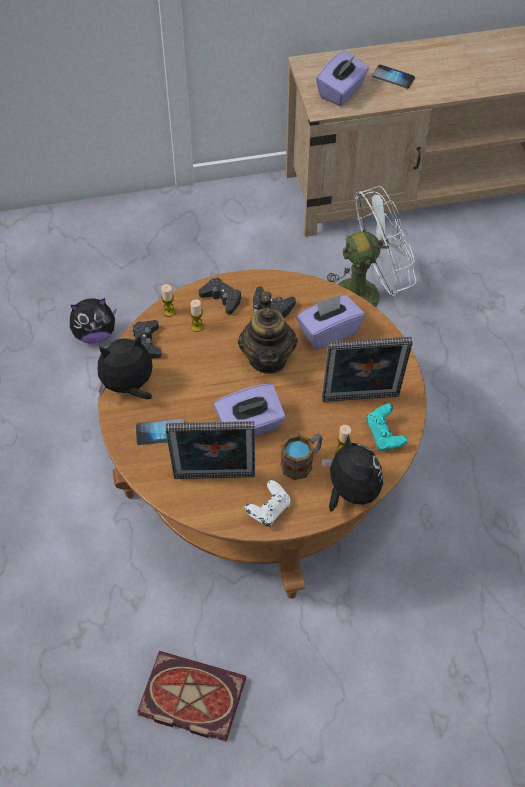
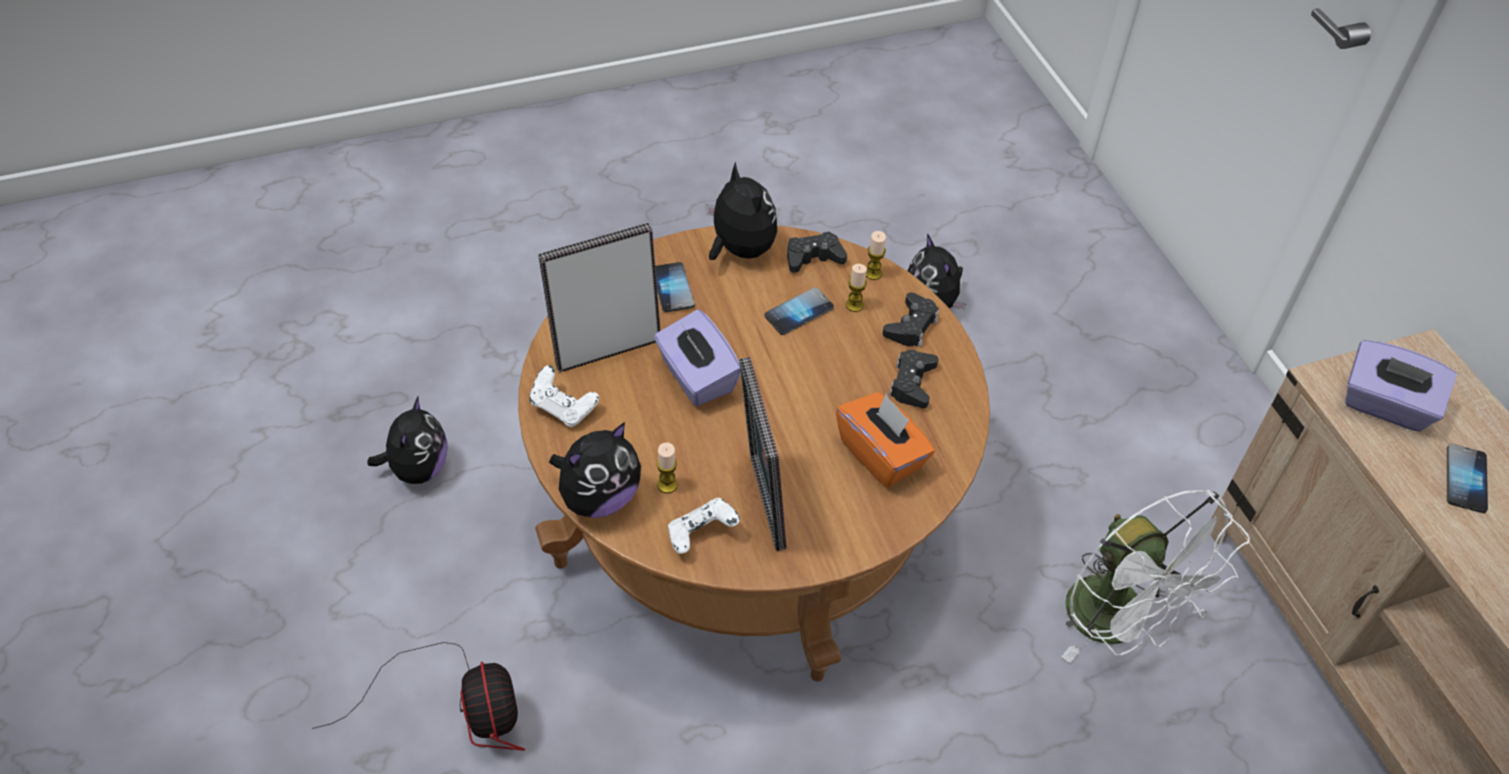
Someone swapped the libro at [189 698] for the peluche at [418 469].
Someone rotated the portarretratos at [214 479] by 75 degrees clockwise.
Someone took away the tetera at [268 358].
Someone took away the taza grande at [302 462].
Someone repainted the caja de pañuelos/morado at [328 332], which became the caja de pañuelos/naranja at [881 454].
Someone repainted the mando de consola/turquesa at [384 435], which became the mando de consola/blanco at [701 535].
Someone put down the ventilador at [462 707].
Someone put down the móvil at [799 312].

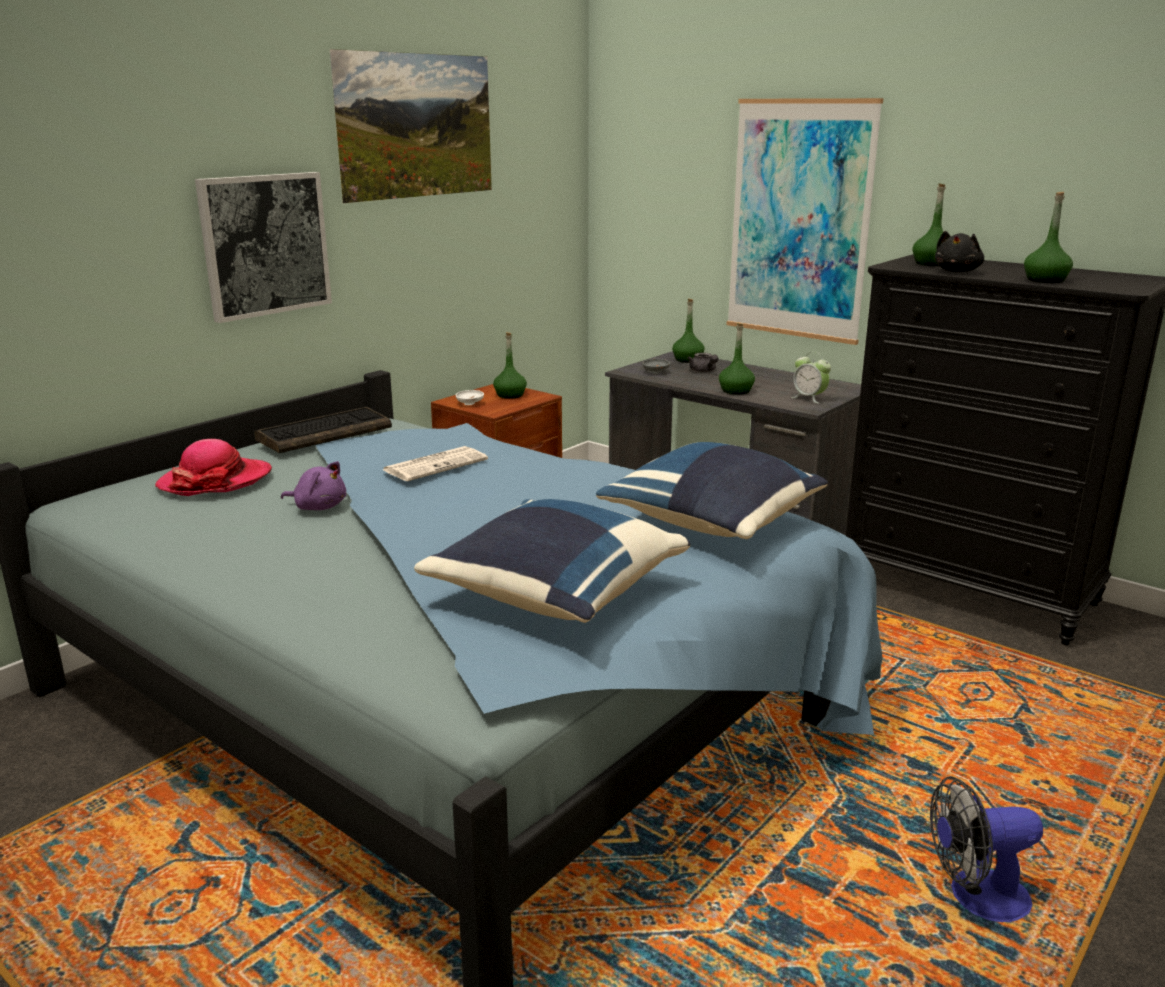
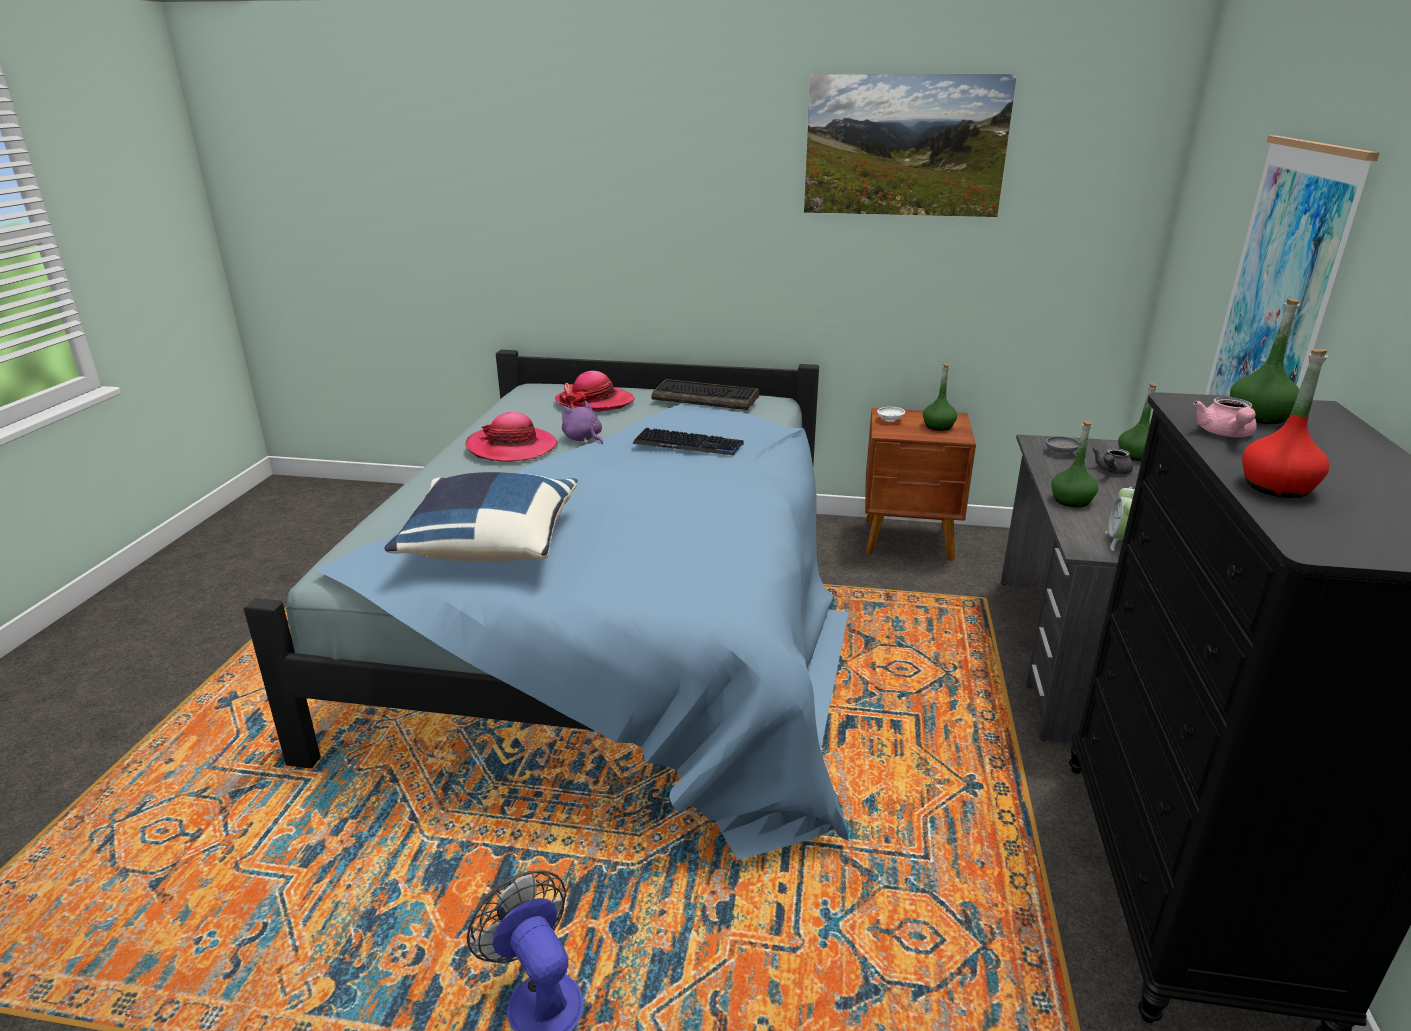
Someone took away the cuadro at [265 245].
Someone rotated the peluche/morado at [318 507] by 150 degrees clockwise.
Someone swapped the periódico at [436 465] for the teclado at [688 444].
Someone took away the cojín/azul at [713 523].
Someone swapped the peluche/negro at [957 271] for the tetera/rosa at [1225 434].
Someone repainted the botella/verde at [1045 280], which became the botella/rojo at [1276 487].
Someone put down the sombrero at [512 447].

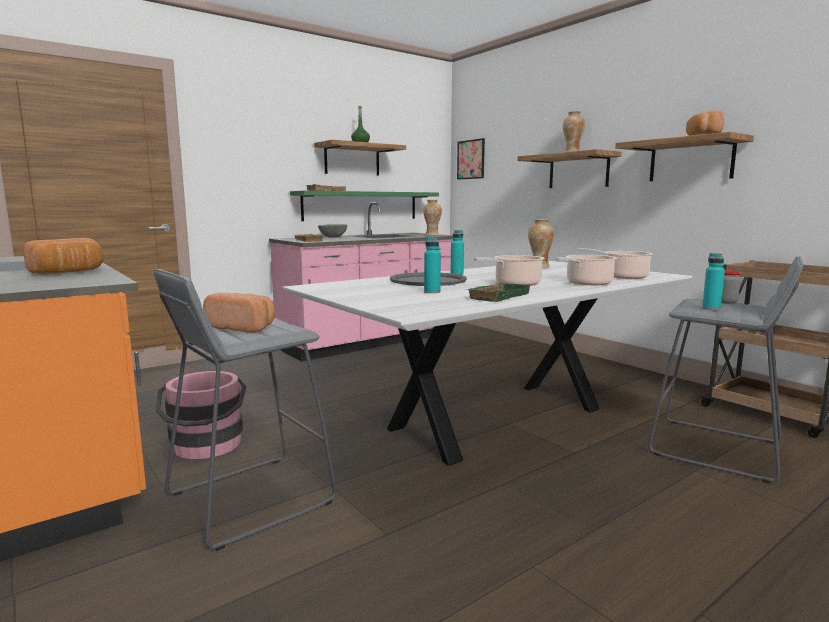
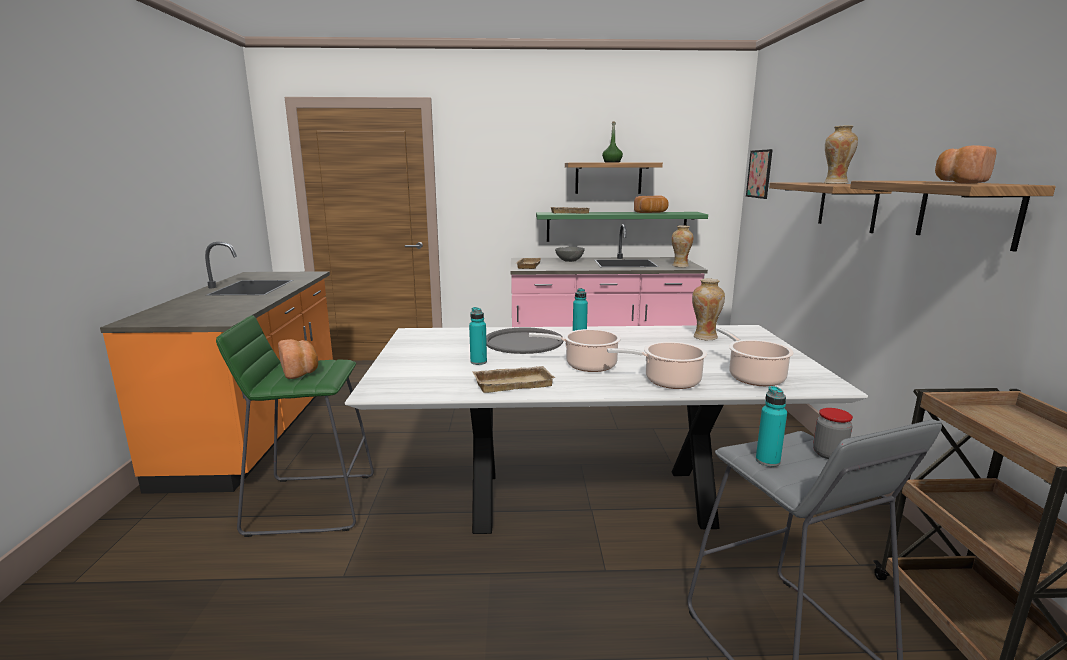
Someone carried the pan from [69 272] to [652 213].
Someone repainted the taburete/gris at [249 498], which became the taburete/verde at [311 503].
Someone took away the cubo/rosa at [206 447].
Someone repainted the bandeja/verde at [497 296], which became the bandeja/beis at [513 383].

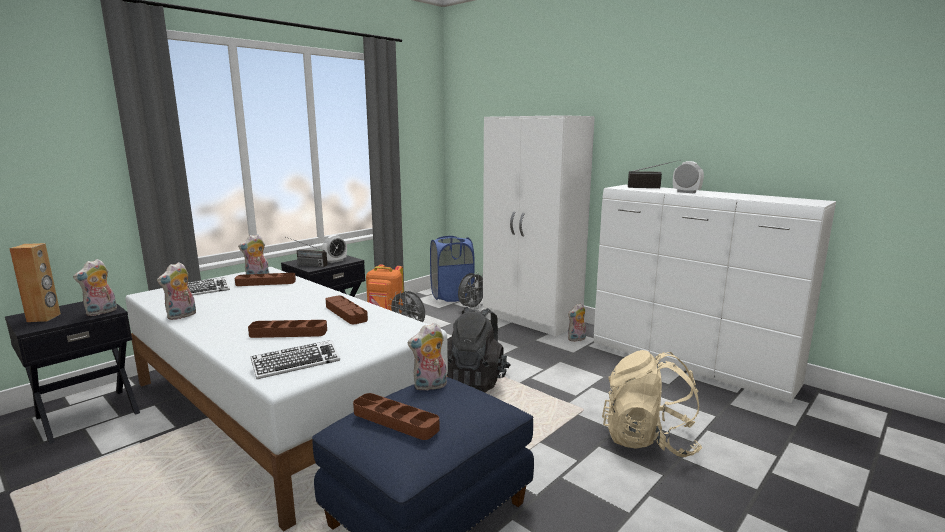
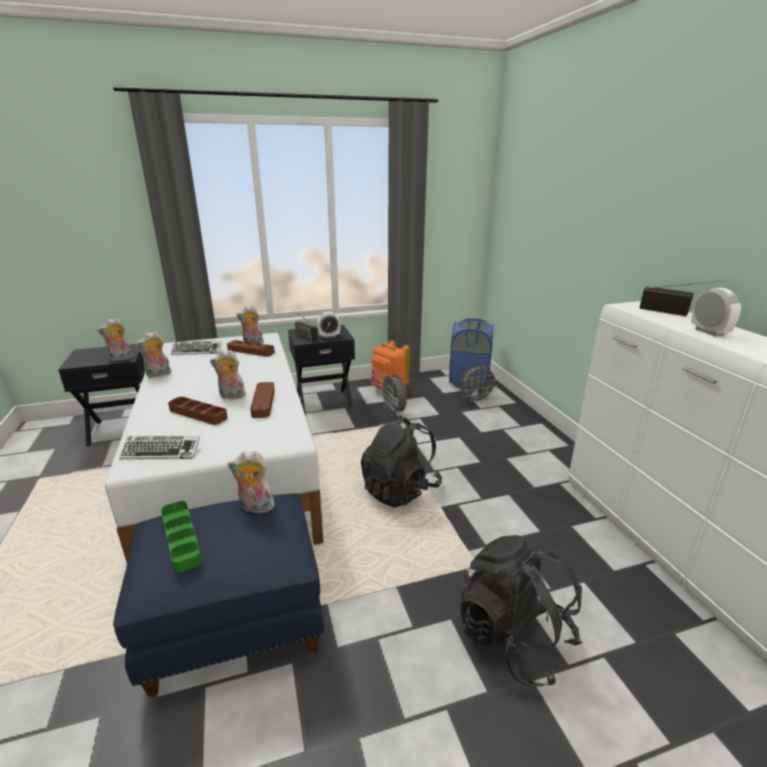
Someone took away the altavoz/marrón at [44 318].
Someone repainted the bandeja/marrón at [395 420], which became the bandeja/verde at [181 538].
Someone took away the armario ropero/blanco at [532 319].
Someone carried the peluche from [577 339] to [231 396].
Someone repainted the mochila/beis at [648 440], which became the mochila/negro at [513 637].

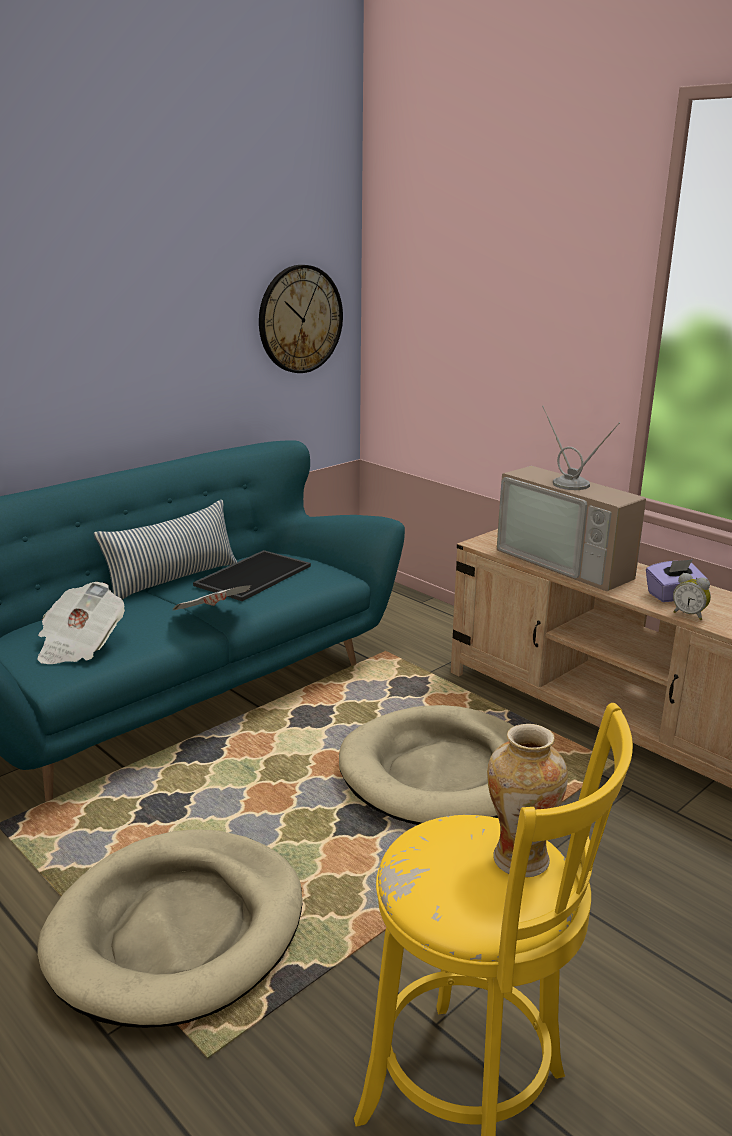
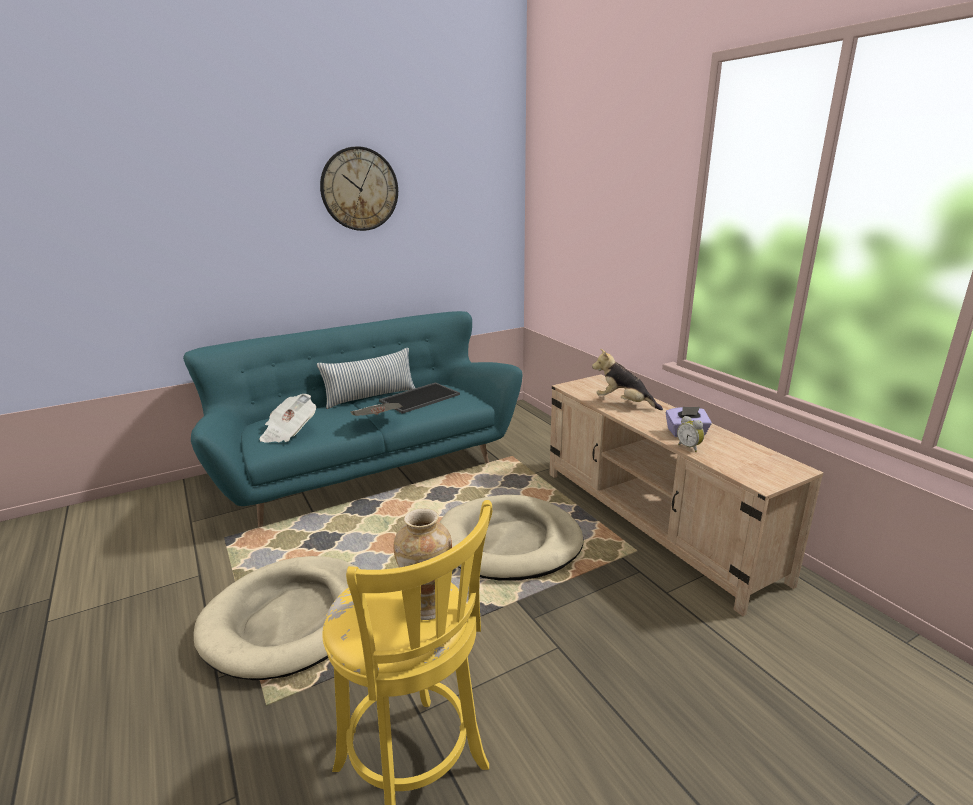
Someone carried the reloj de pared from [300 319] to [359 189].
Someone swapped the televisor at [570 562] for the peluche at [624 403].

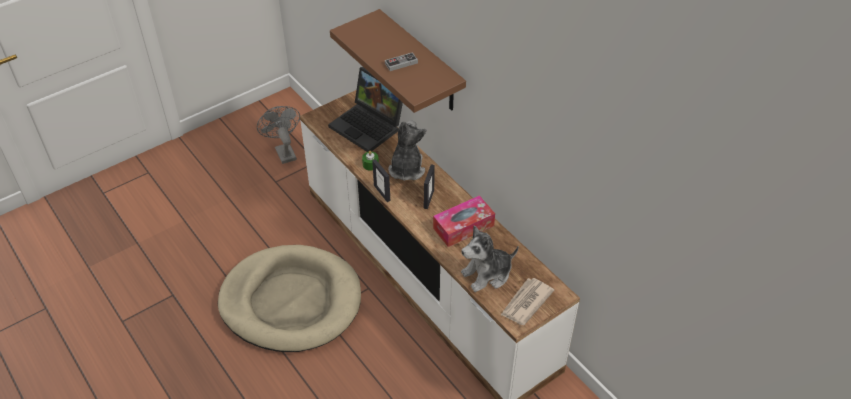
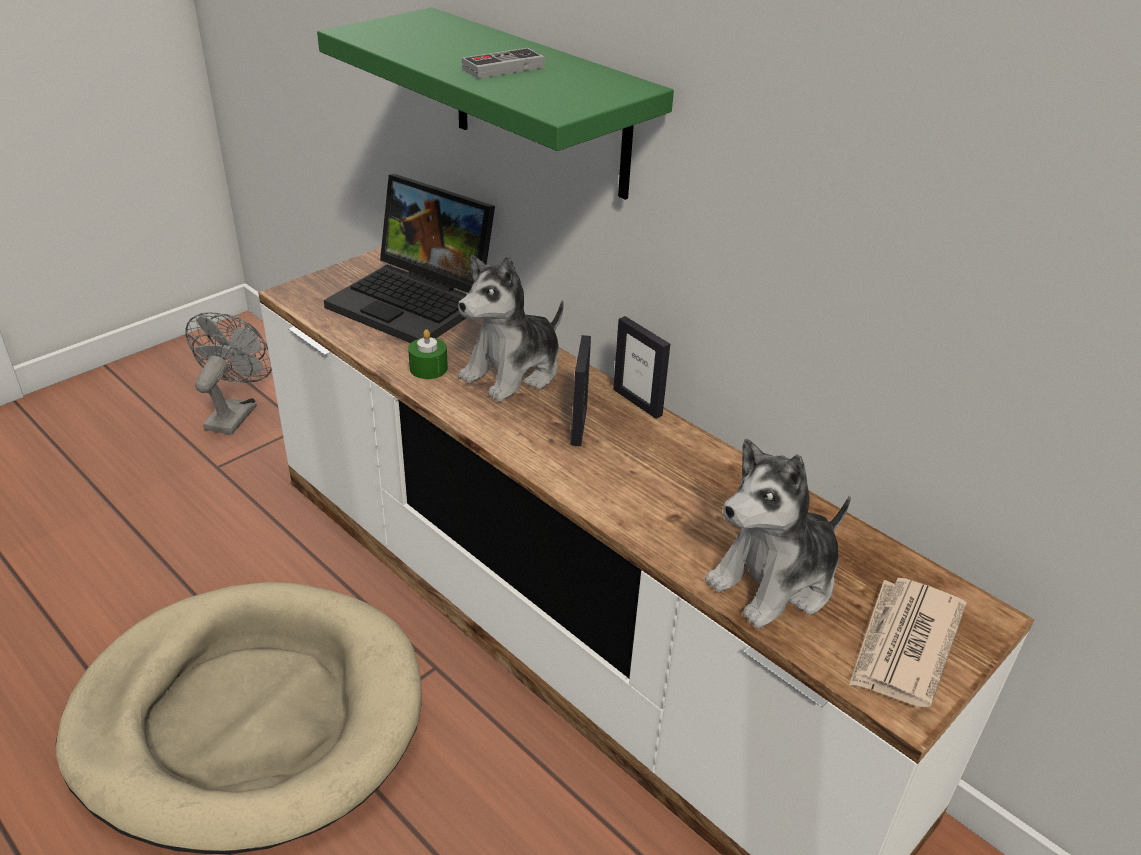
Someone rotated the ventilador/gris at [283 151] by 45 degrees clockwise.
Someone repainted the estante/marrón at [421 63], which became the estante/verde at [540 104].
Someone carried the portarretratos from [382 193] to [637 402].
Someone rotated the peluche at [406 169] by 135 degrees counterclockwise.
Someone took away the caja de pañuelos at [463 227].

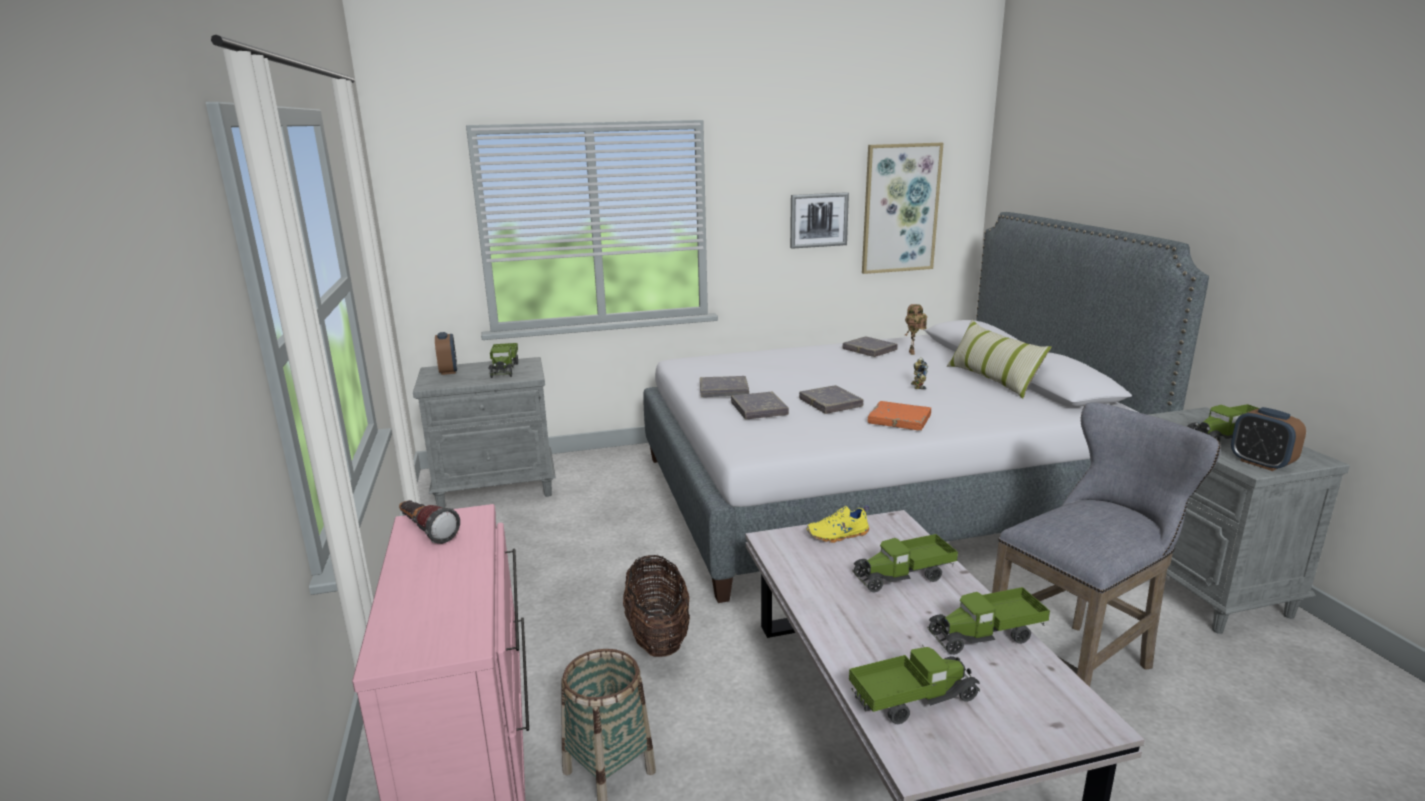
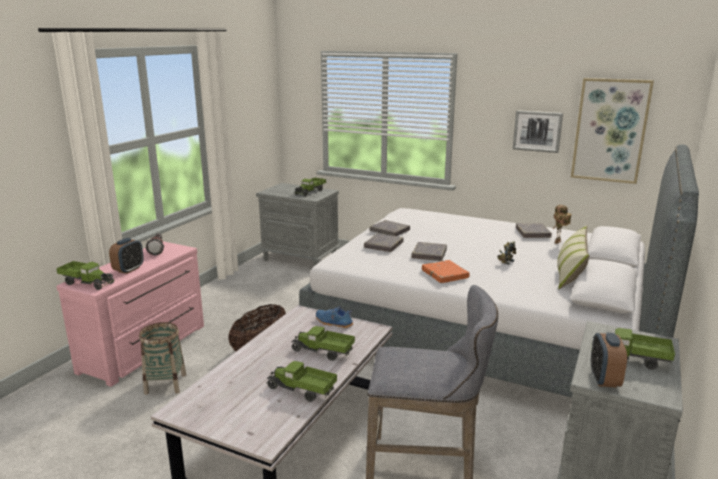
Someone carried the despertador from [448 371] to [129 270].
Someone repainted the zapato/amarillo at [838 535], which became the zapato/azul at [333 323].
Someone carried the camión de juguete from [912 699] to [87 282].

